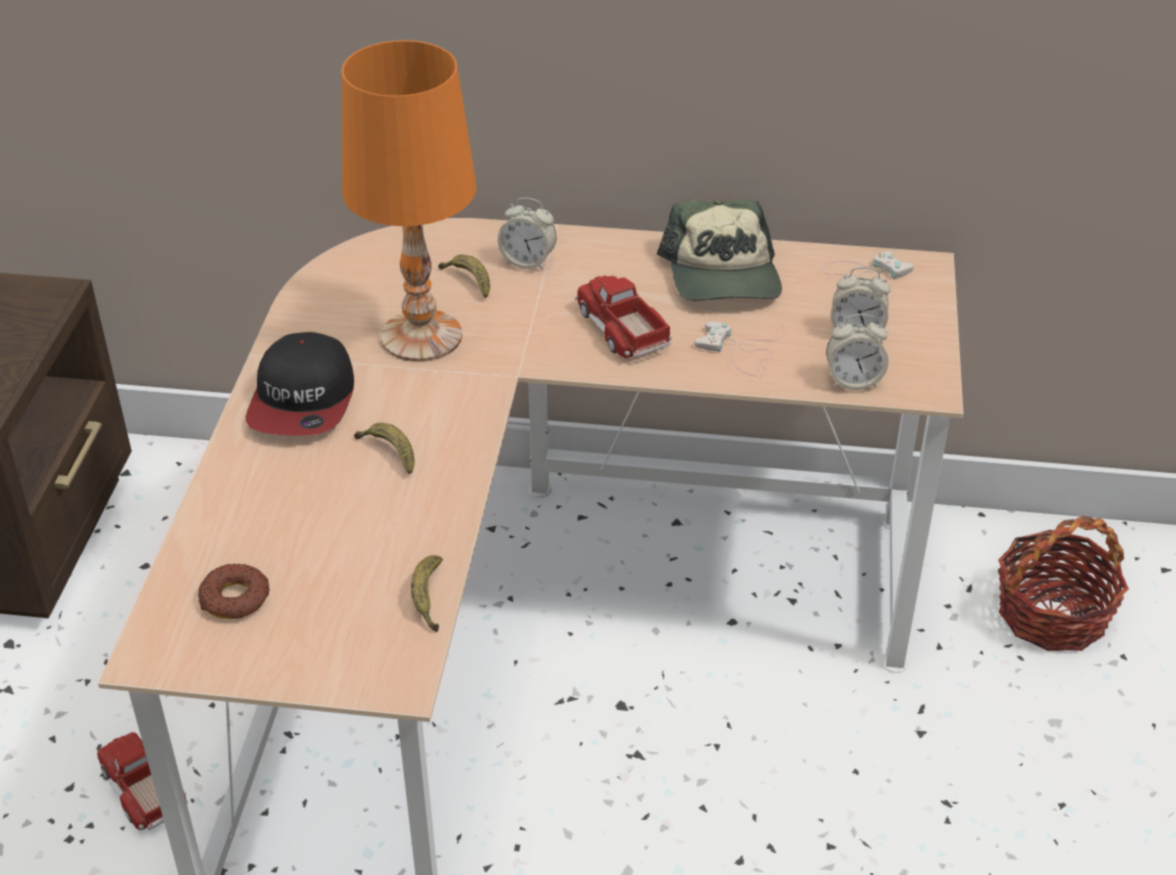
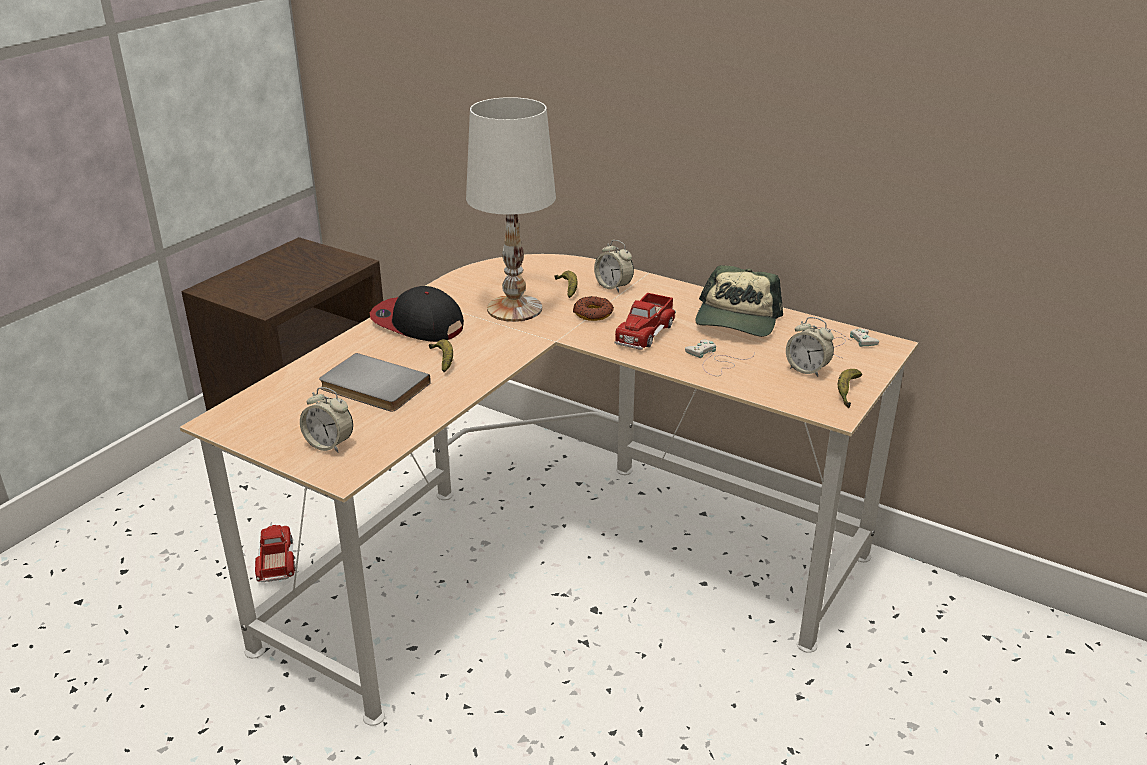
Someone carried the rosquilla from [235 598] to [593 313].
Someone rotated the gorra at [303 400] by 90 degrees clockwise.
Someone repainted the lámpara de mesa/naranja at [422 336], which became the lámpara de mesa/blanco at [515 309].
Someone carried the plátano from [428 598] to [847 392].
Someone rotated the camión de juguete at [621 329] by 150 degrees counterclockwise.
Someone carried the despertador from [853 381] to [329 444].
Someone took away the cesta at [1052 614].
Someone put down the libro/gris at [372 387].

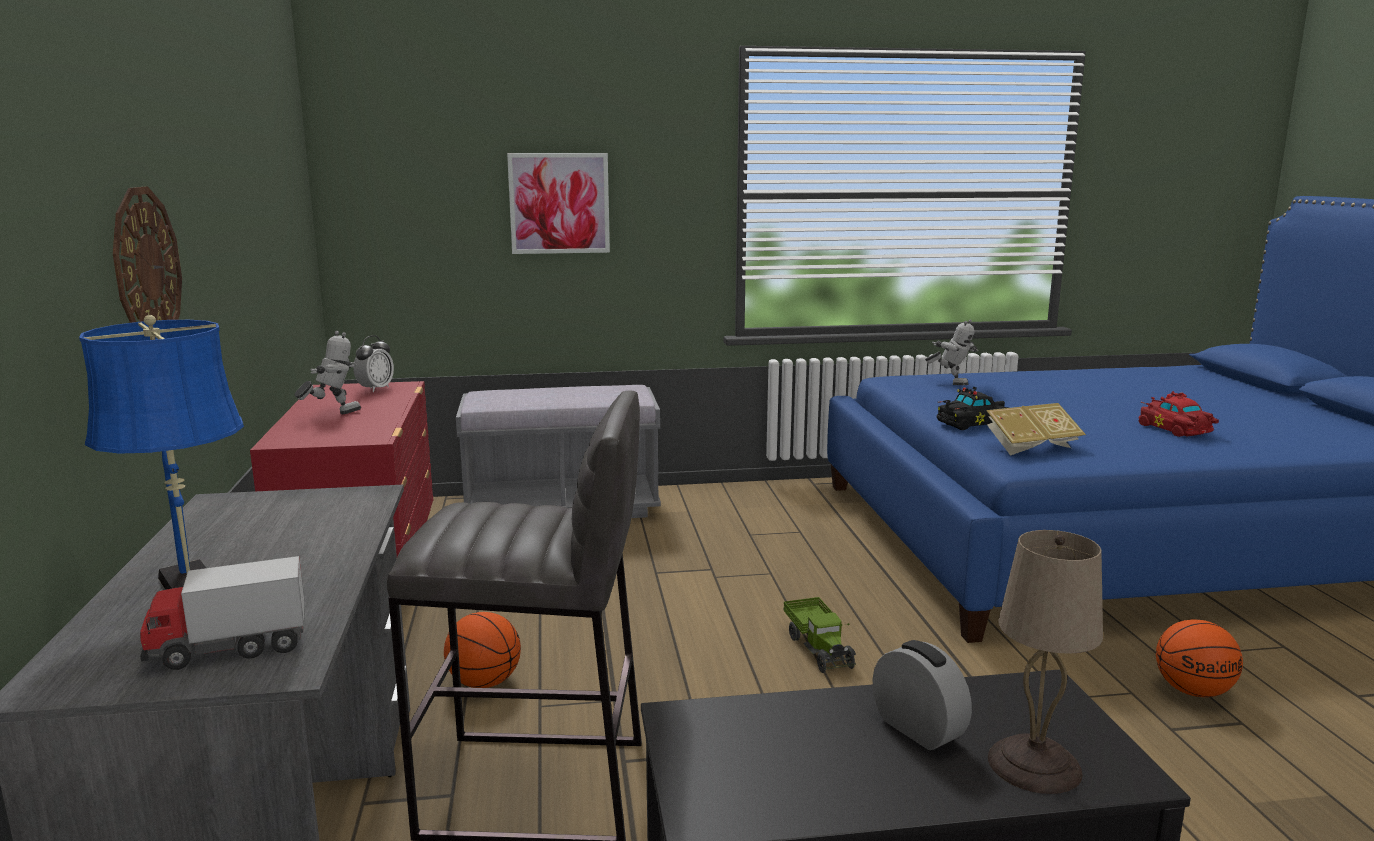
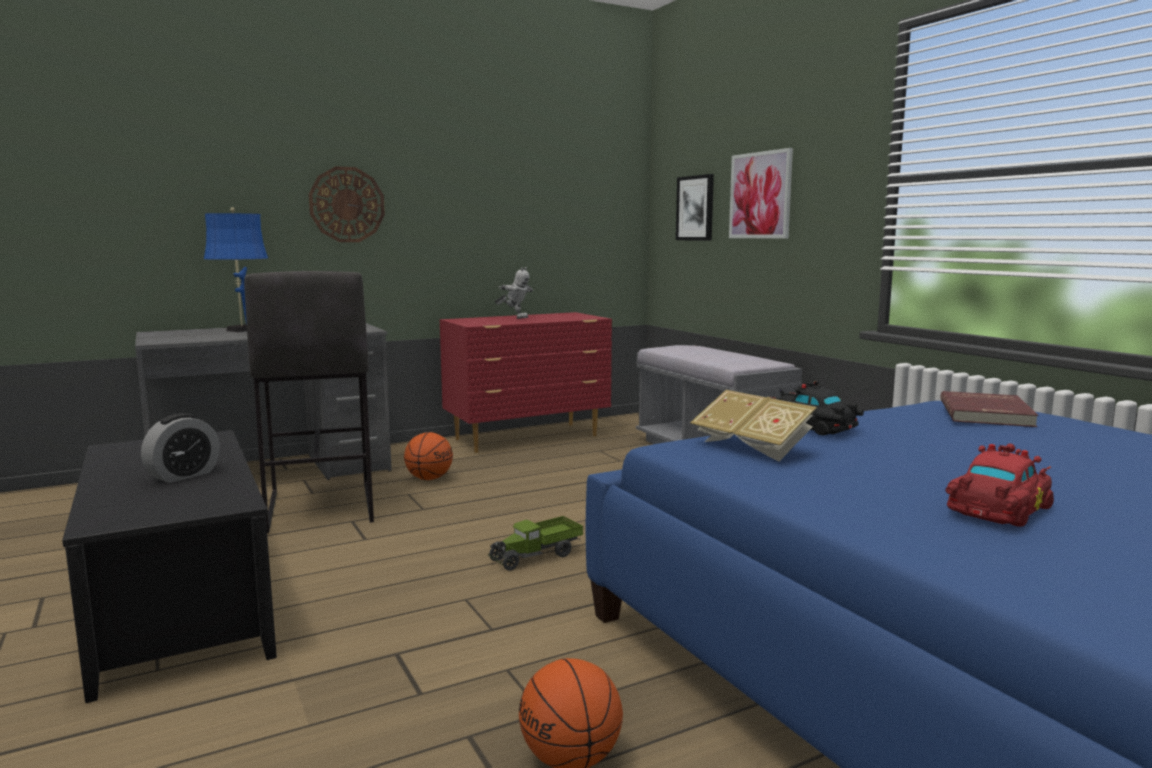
Someone took away the camión de juguete at [229 648].
Someone took away the despertador at [375 389].
Someone swapped the robot de juguete at [951 383] for the libro/rojo at [987 413].
Someone took away the lámpara de mesa/beis at [1036 765].
Someone put up the cuadro at [695 208].

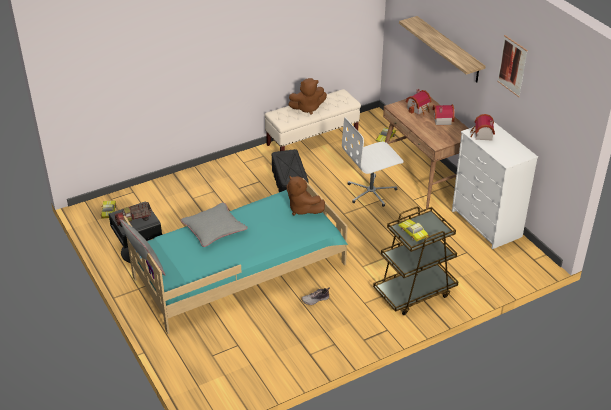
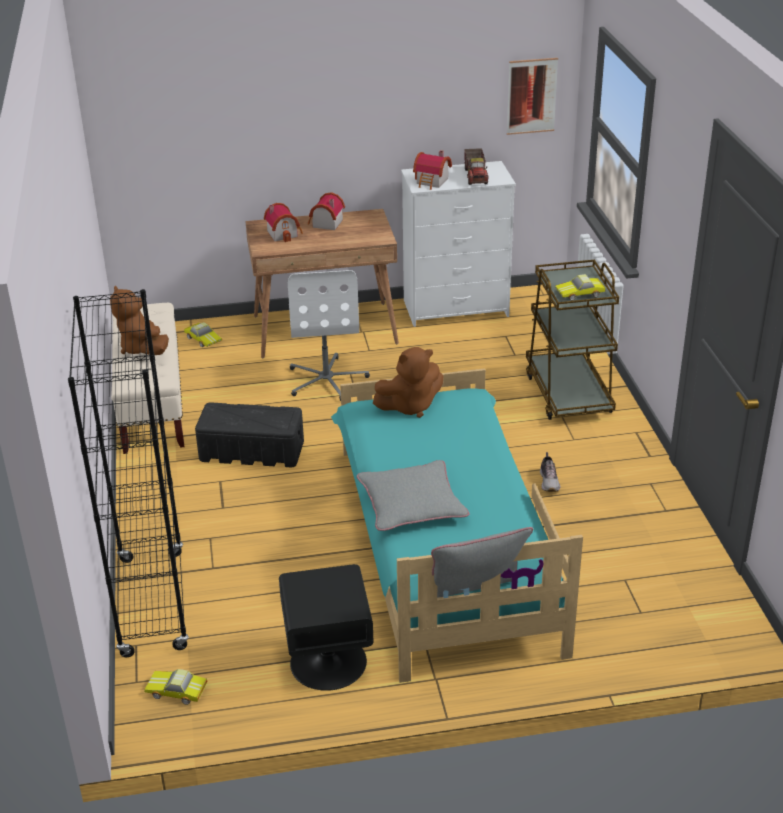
Someone carried the camión de juguete from [134 220] to [476 176].
Someone rotated the peluche/marrón at [307 108] by 150 degrees clockwise.
Someone took away the estante at [448 49].
Someone carried the cuadro from [512 66] to [531 96].
Someone put down the estantería/negro at [152 603].

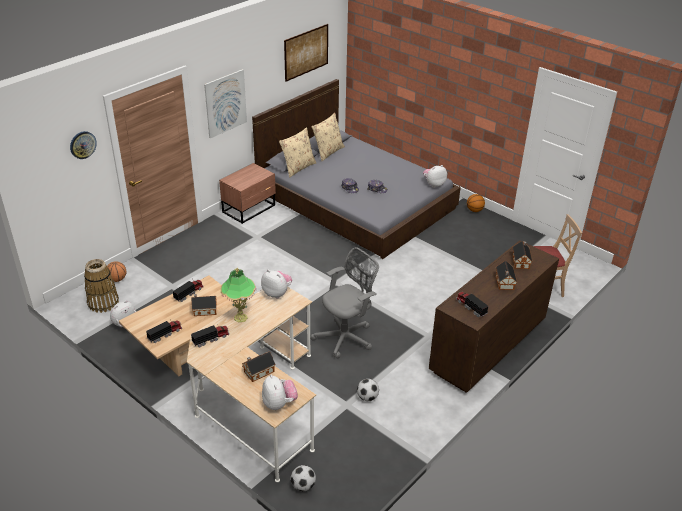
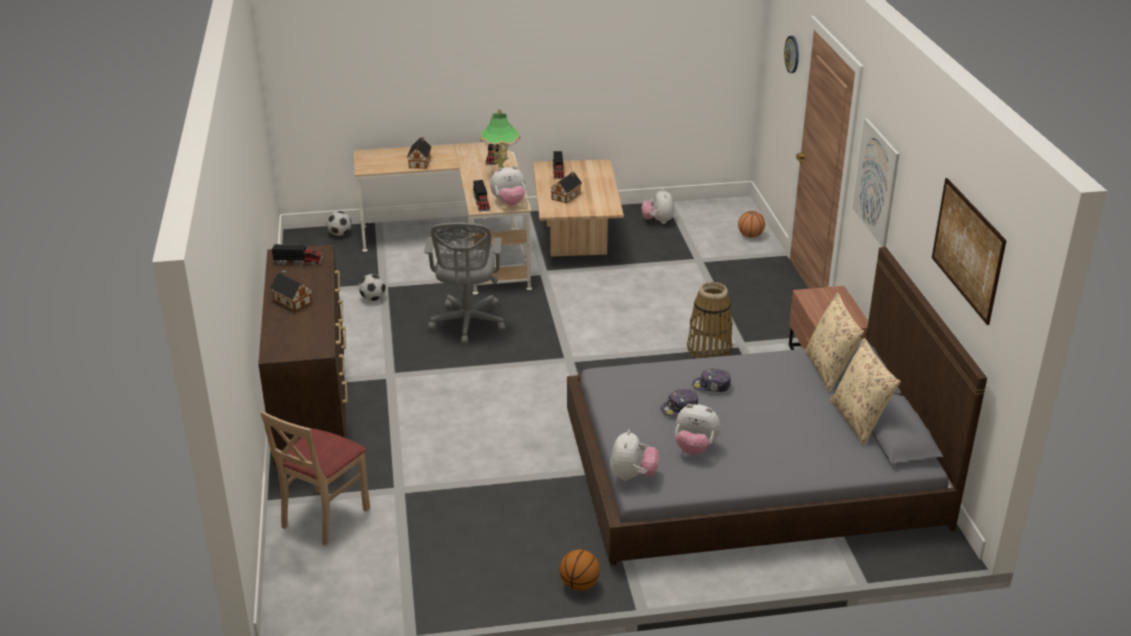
Someone carried the cesta from [103 302] to [709 349].
Someone carried the camión de juguete from [189 293] to [481 202].
Someone carried the peluche from [279 404] to [695 448].
Someone took away the casita at [521 261].

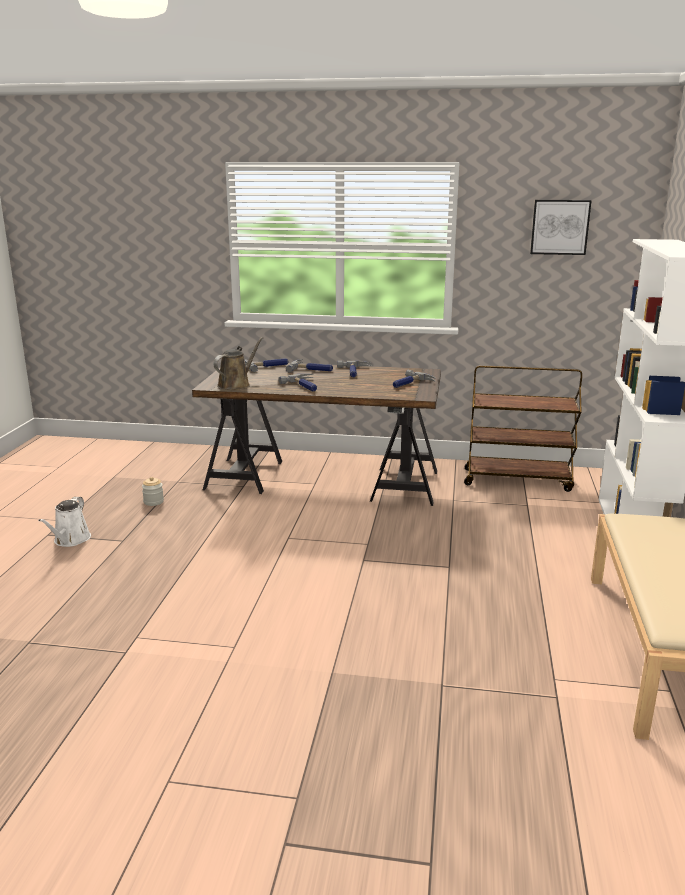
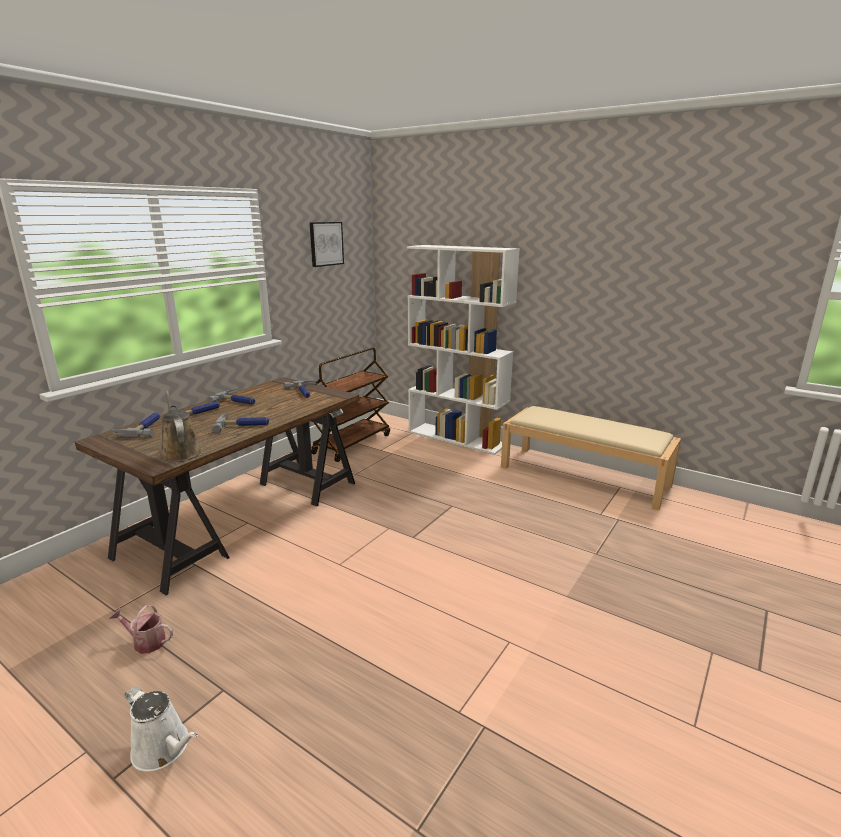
Someone swapped the tarro at [153 502] for the regadera at [146 642].

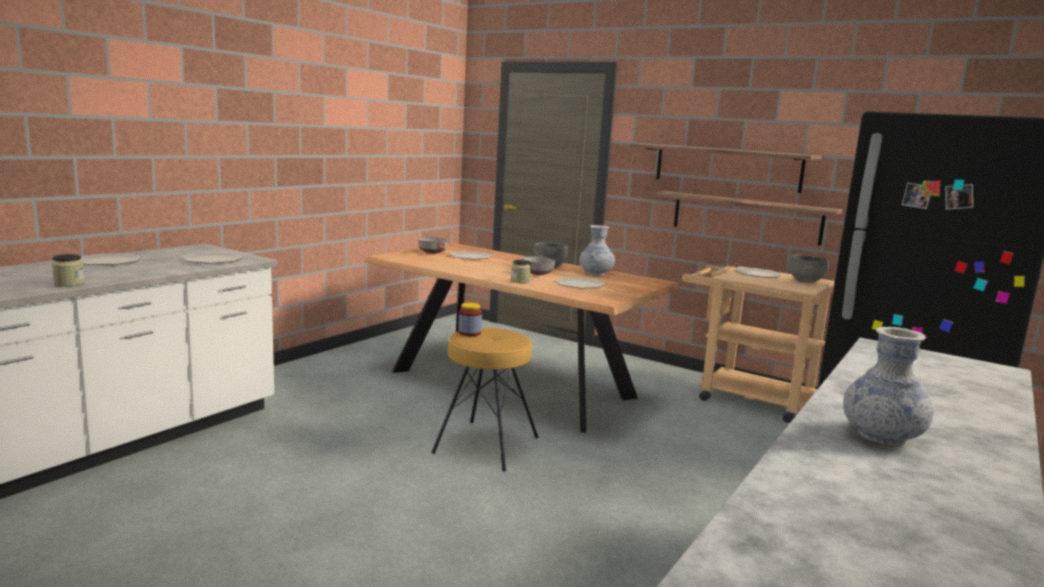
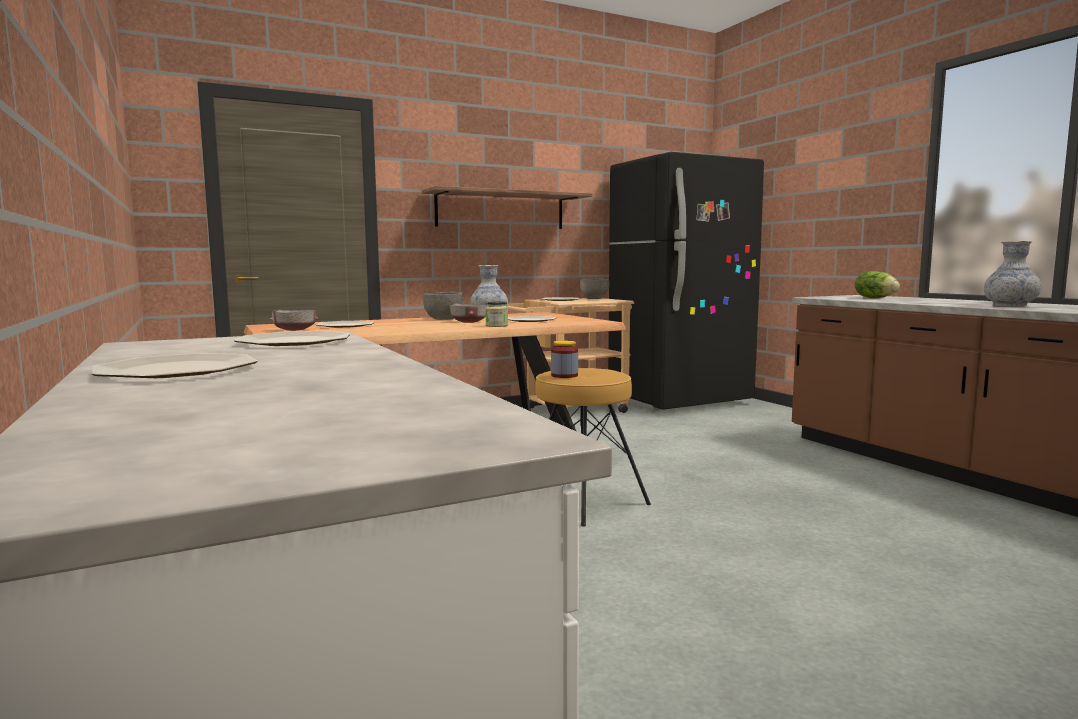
Someone took away the tarro at [69 283].
Someone took away the estante at [746 217].
Someone put down the lechuga at [875 298].

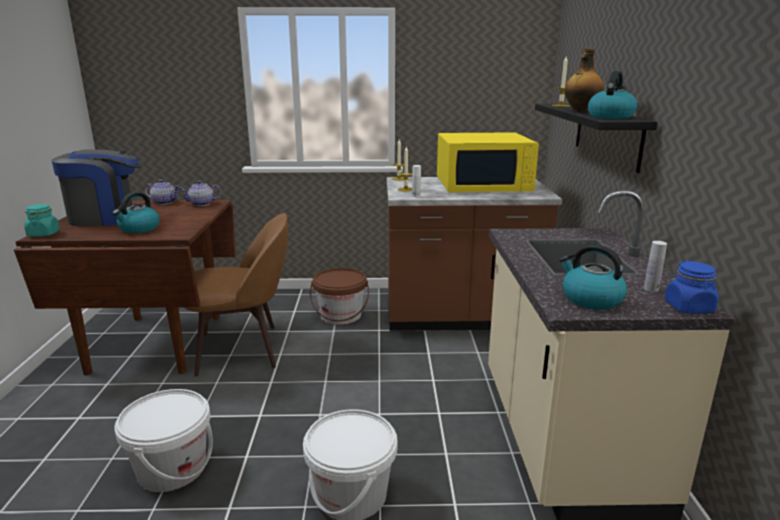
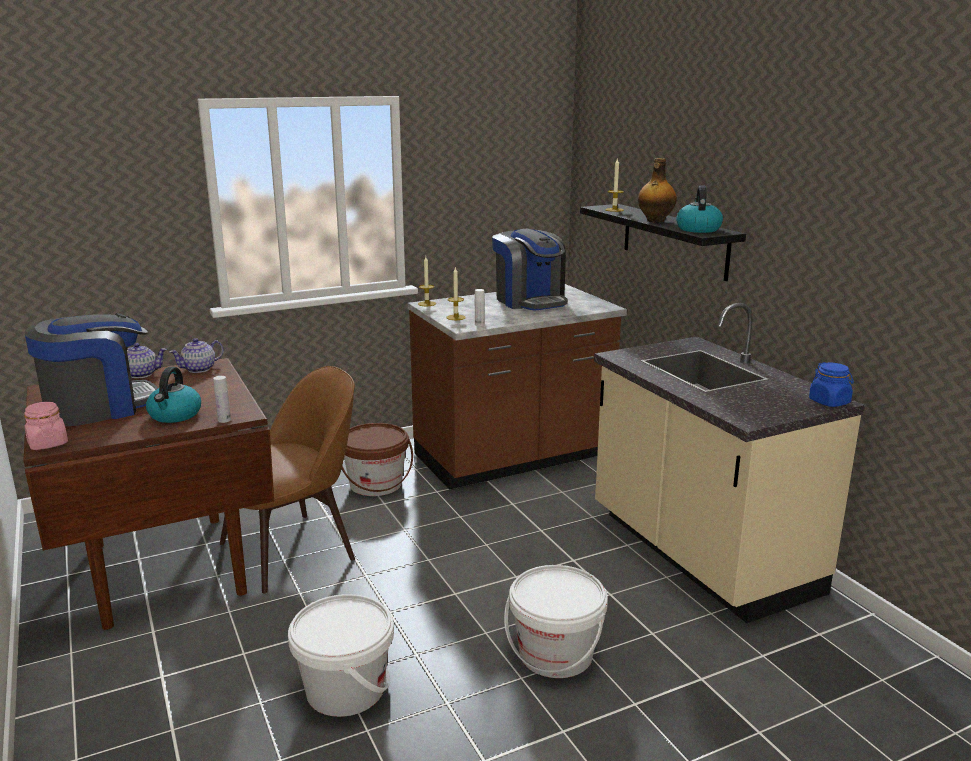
Someone repainted the tarro/turquesa at [44 234], which became the tarro/rosa at [48 443].
Someone swapped the microondas/amarillo at [483 185] for the cafetera at [530 301].
Someone took away the hervidor at [590 299].
Someone carried the botella/blanco from [651 289] to [224 420].

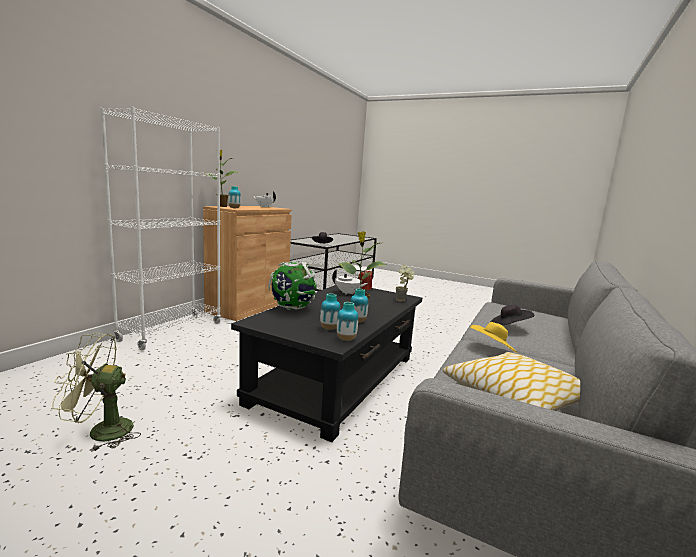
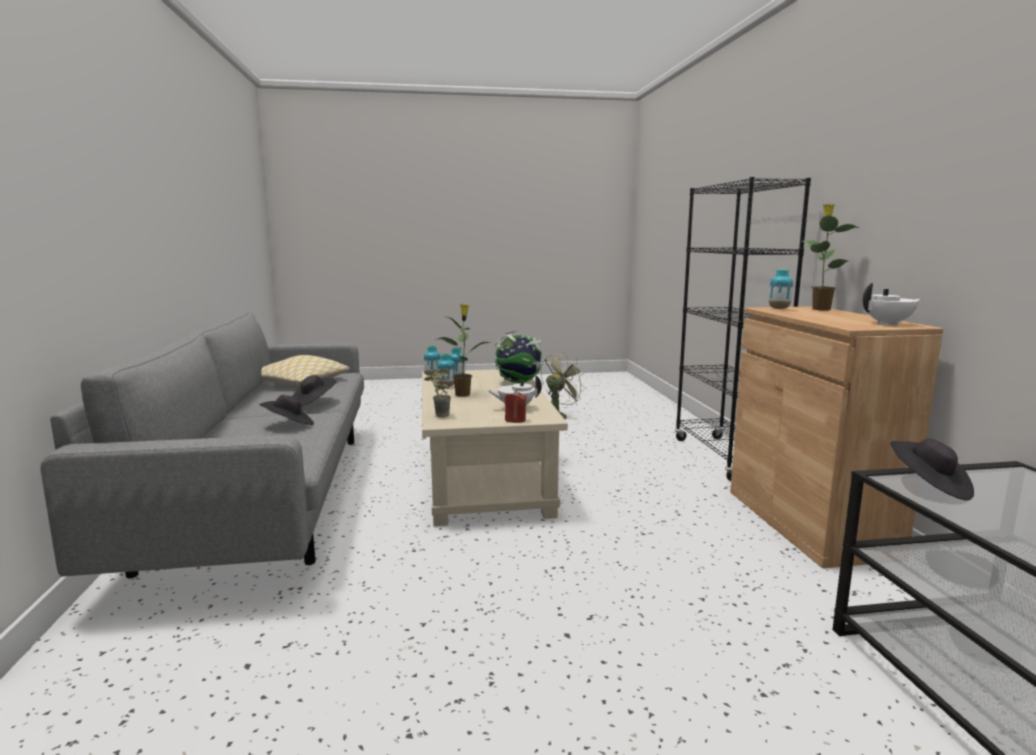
Someone repainted the estantería/blanco at [172 331], which became the estantería/negro at [724 458].
Someone repainted the mesa de centro/negro at [336 379], which became the mesa de centro/beis at [484 475].
Someone repainted the sombrero/amarillo at [492 349], which became the sombrero/negro at [313 402].

